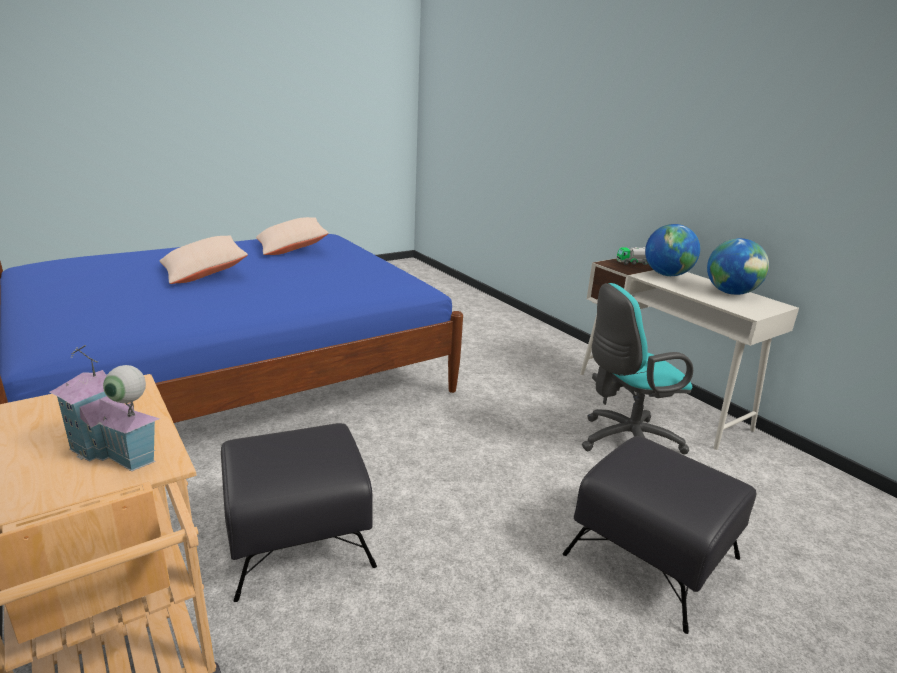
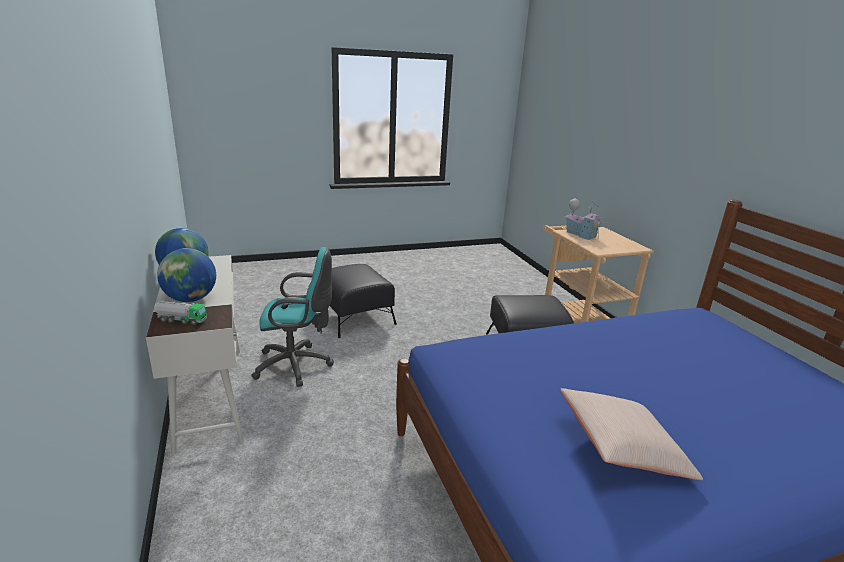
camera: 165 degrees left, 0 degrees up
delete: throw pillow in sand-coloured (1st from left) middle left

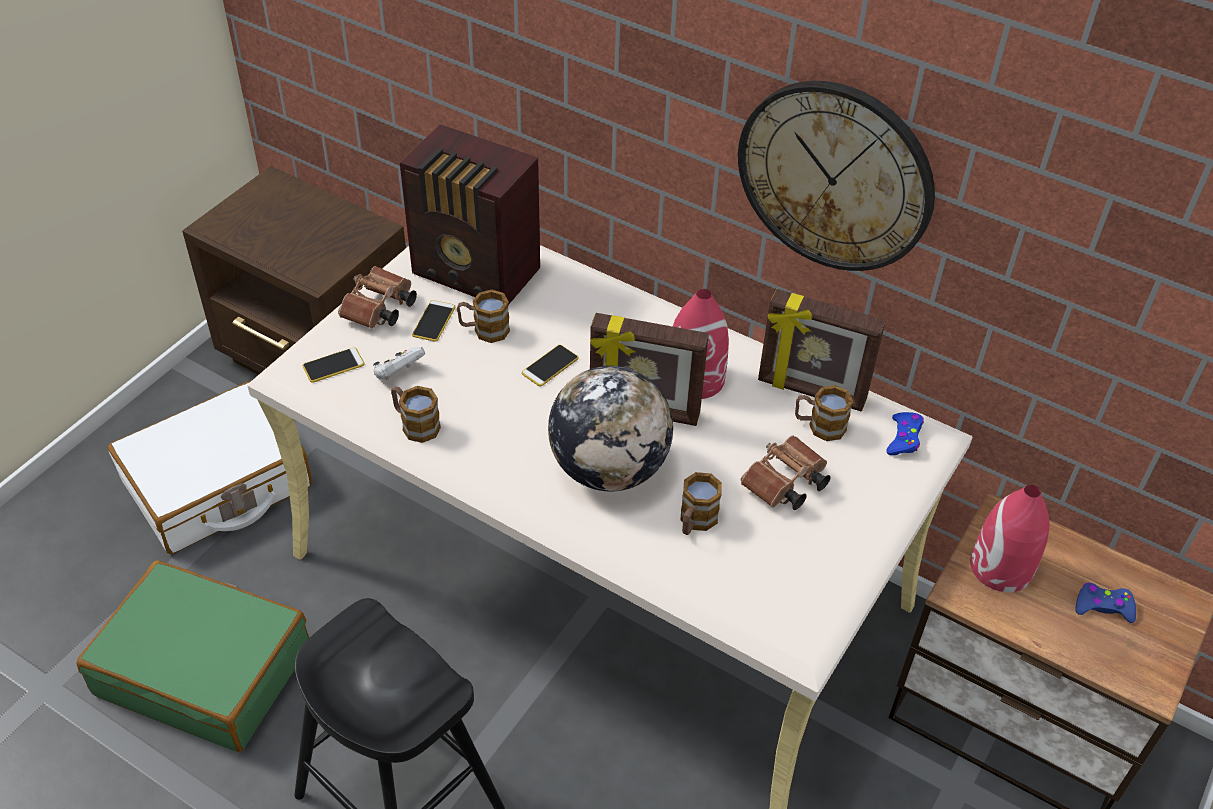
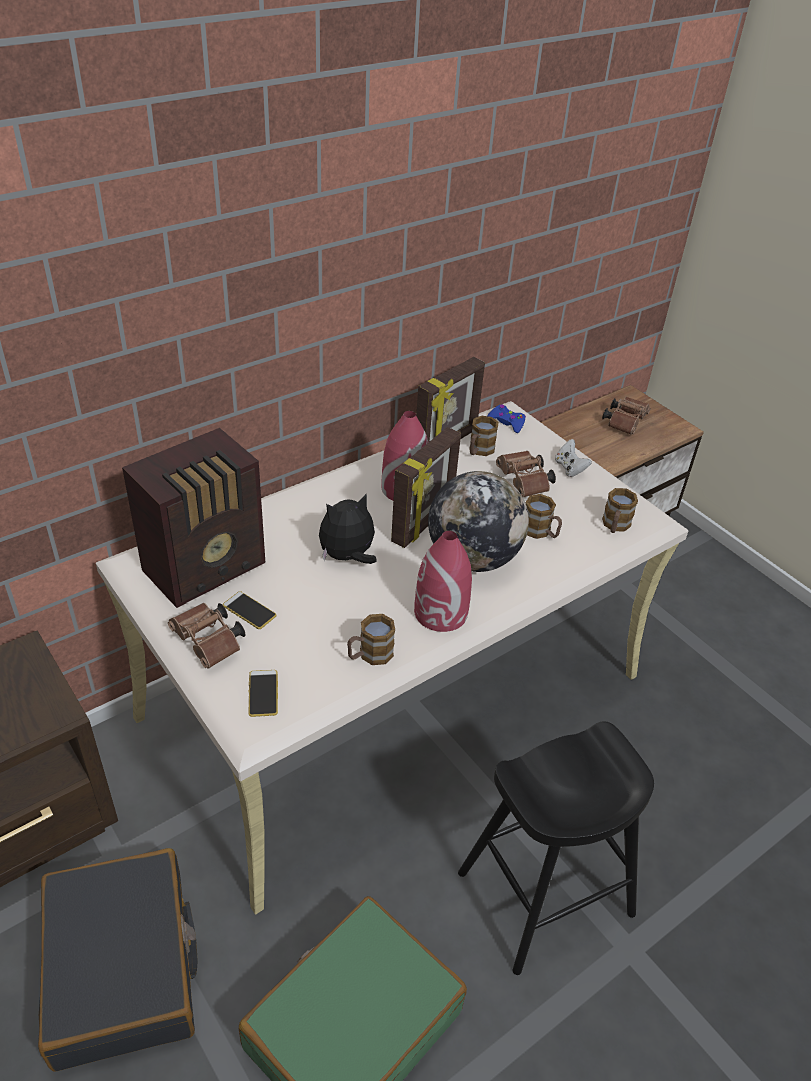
camera: 70 degrees left, 5 degrees down
delete: clock on the wall top right
move: gamepad in whitish middle left to middle right; mug (2nd from left in the first image) centre to mug (4th from left) middle right; vase in red (2nd from left) middle right to centre
replace: telephone (3rd from left) centre to plush toy centre; gamepad in blue (2nd from left) bottom right to pair of binoculars in brown-coloured (3rd from left) middle right
recolor: piece of luggage in whitish middle left to piece of luggage in black-coloured bottom left

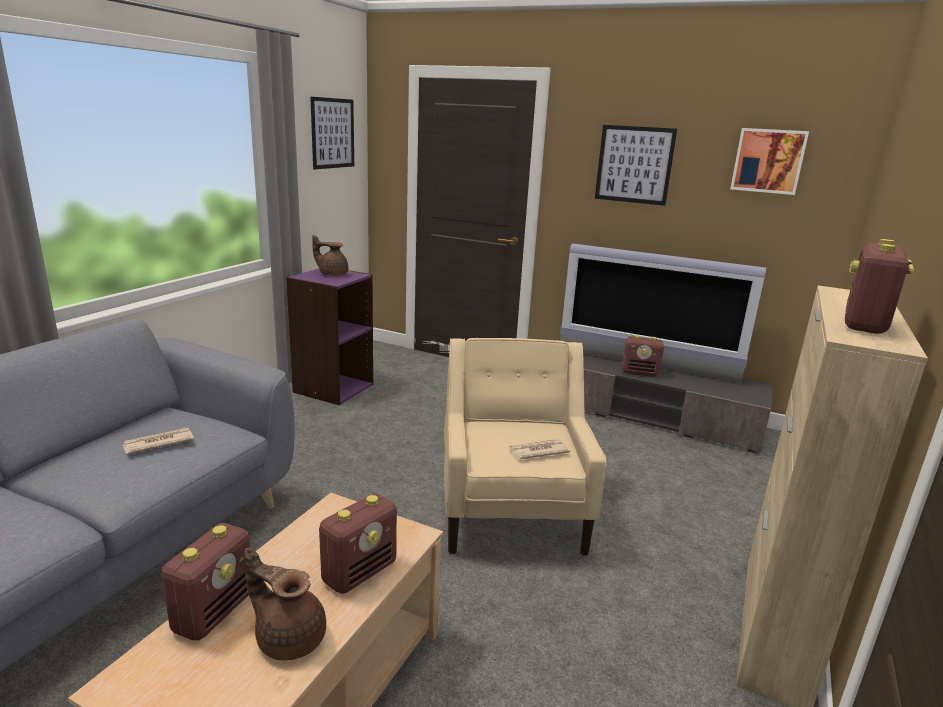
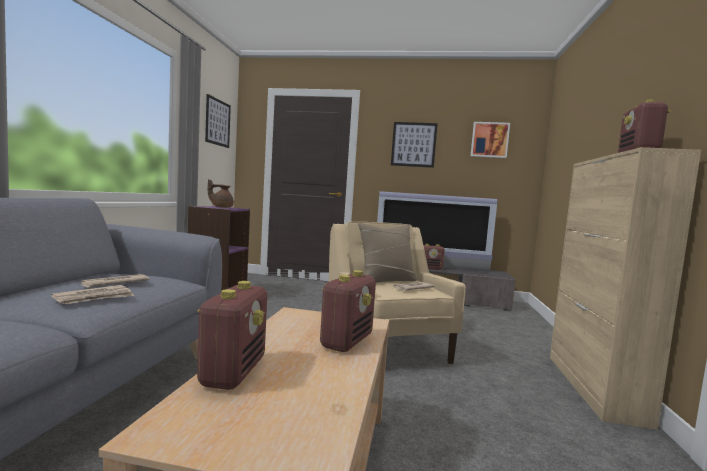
camera: 15 degrees left, 15 degrees down
delete: teapot in brown-coloured (1st from left) bottom left
insert: daily paper (1st from left) middle left; throw pillow in sand-coloured centre

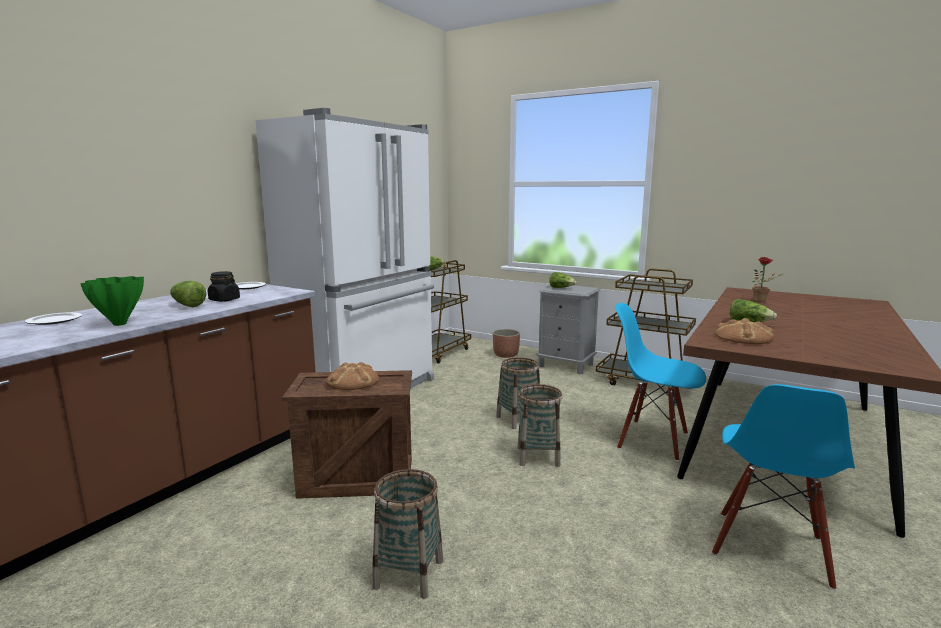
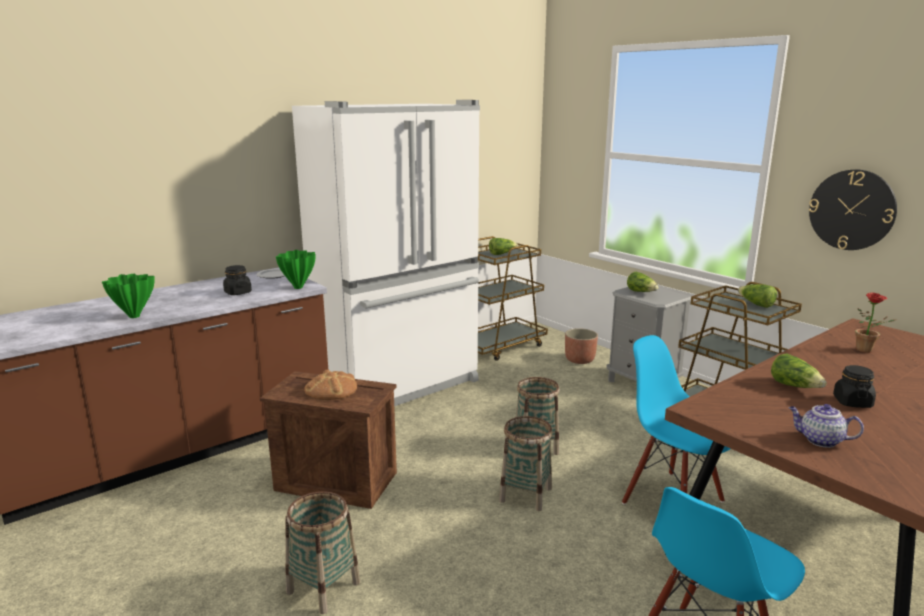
camera: 20 degrees right, 5 degrees up
delete: flat dish (1st from left) middle left; baked bread (2nd from left) middle right
insert: vase in green (2nd from left) middle left; teapot bottom right; clock on the wall middle right; preserve jar in black-coloured (2nd from left) middle right
move: lettuce (1st from left in the first image) middle left to lettuce (3rd from left) middle right

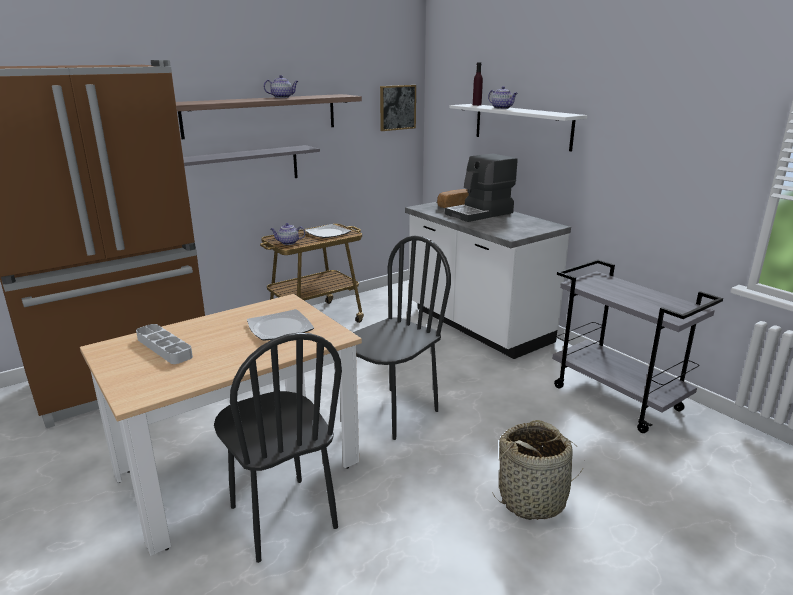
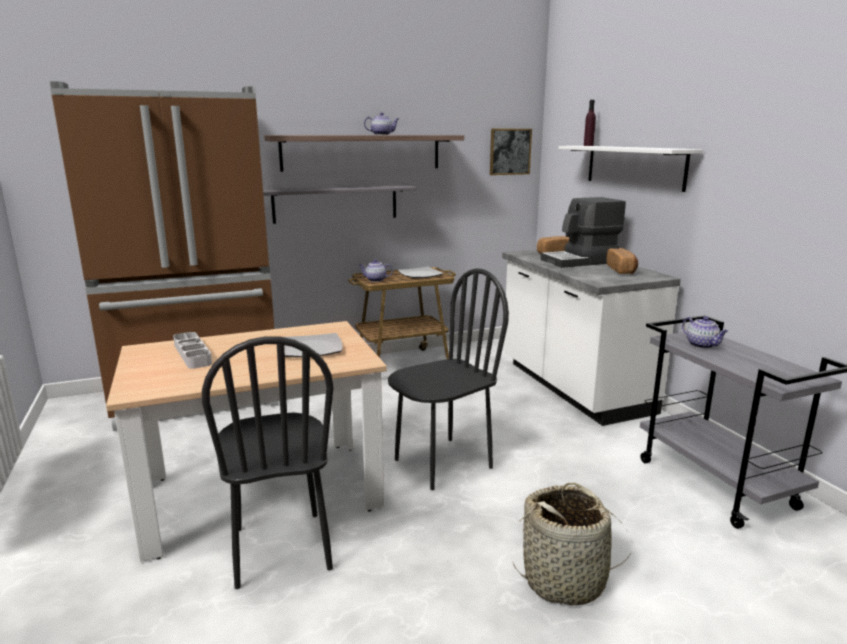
camera: 15 degrees right, 5 degrees down
insert: baked bread (2nd from left) middle right
move: teapot (3rd from left) top centre to middle right

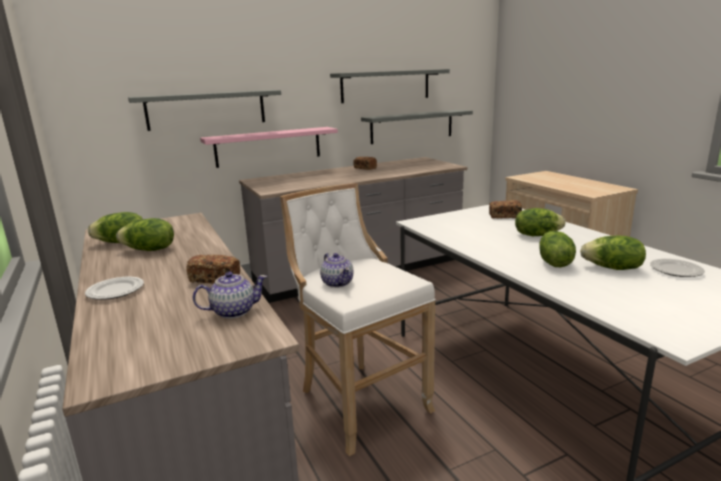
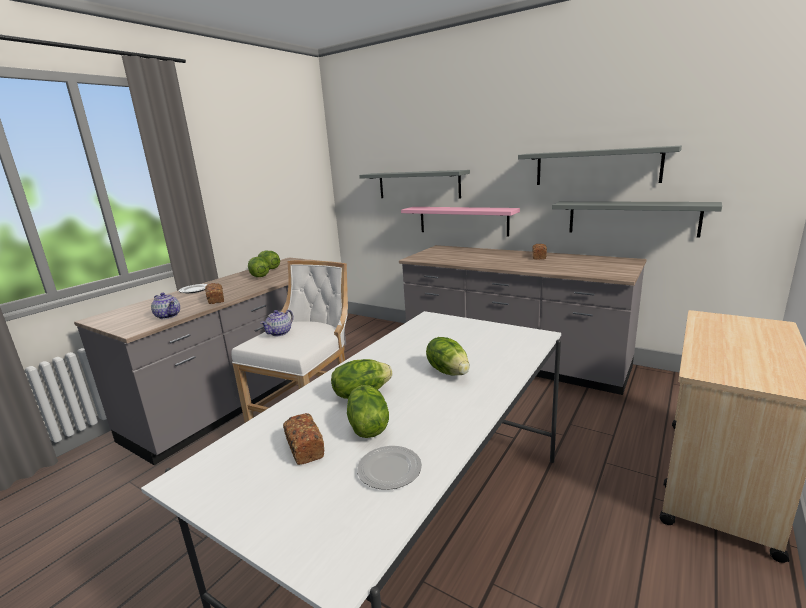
camera: 60 degrees right, 0 degrees up
move: baked bread (3rd from left in the first image) middle right to baked bread (2nd from left) bottom centre

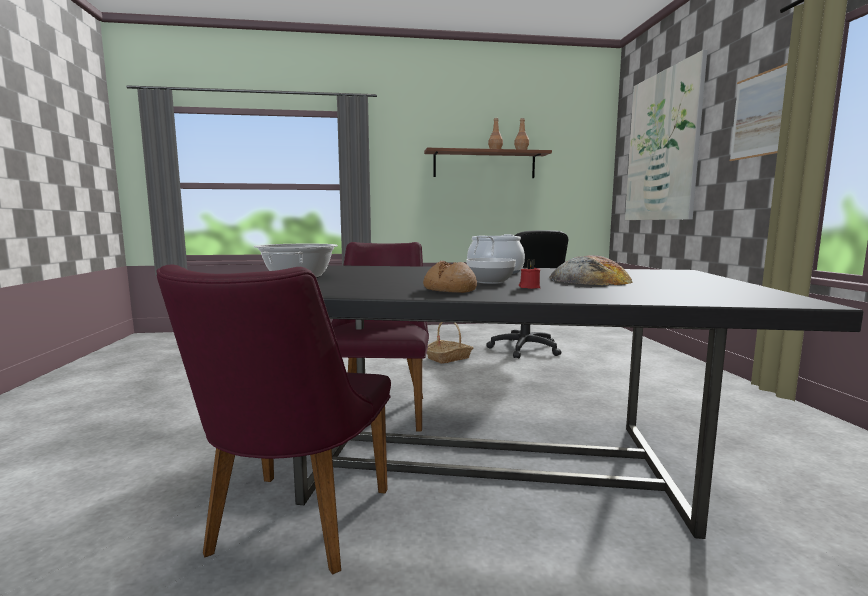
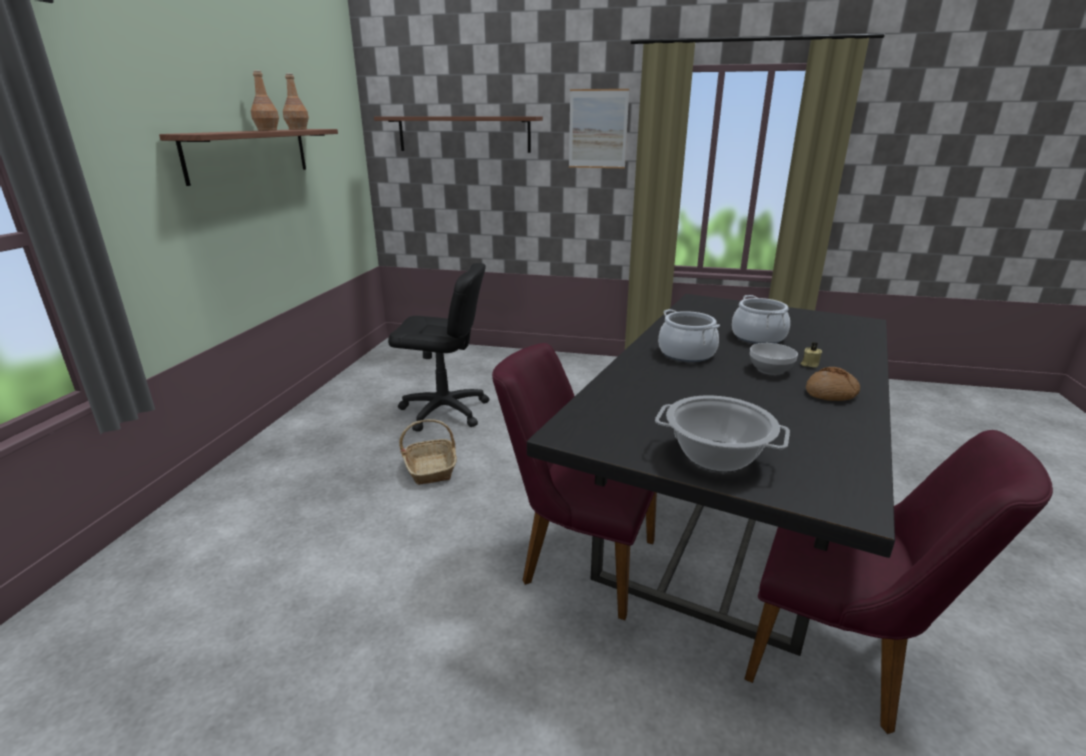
camera: 70 degrees left, 15 degrees up
replace: baked bread (2nd from left) middle right to cooking pot (3rd from left) middle right; picture (1st from left) top right to wall shelf (2nd from left) top centre
recolor: wax light in red centre to wax light in sand-coloured middle right

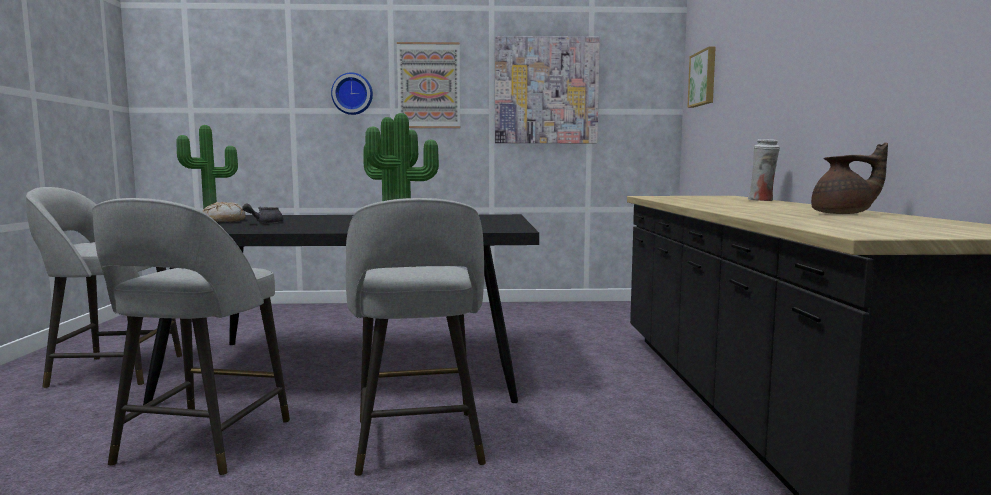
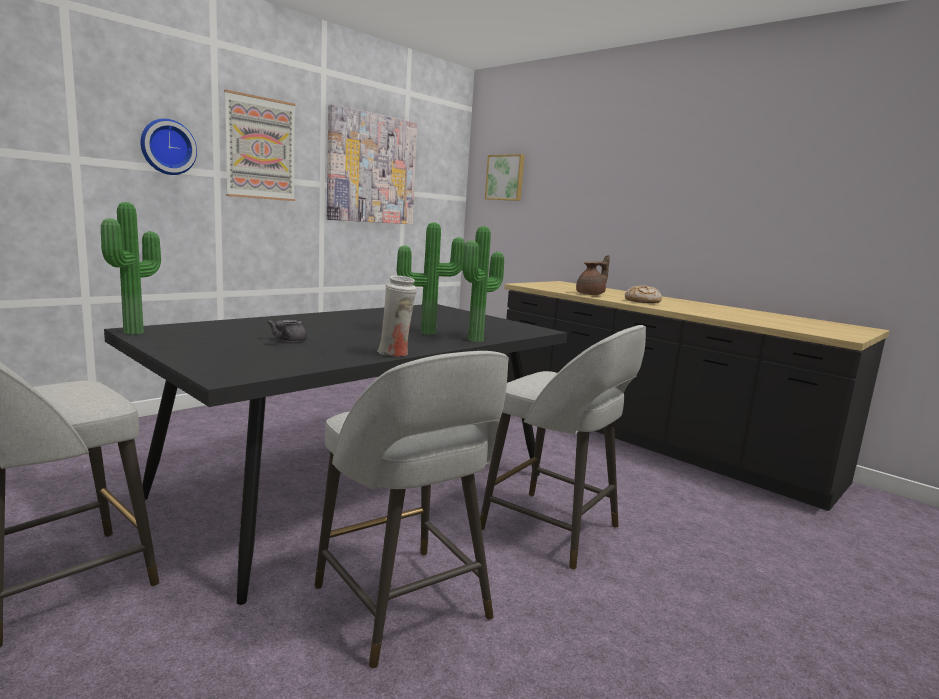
camera: 45 degrees left, 5 degrees up
move: baked bread middle left to middle right; vase in whitish middle right to centre; teapot in brown-coloured middle right to centre

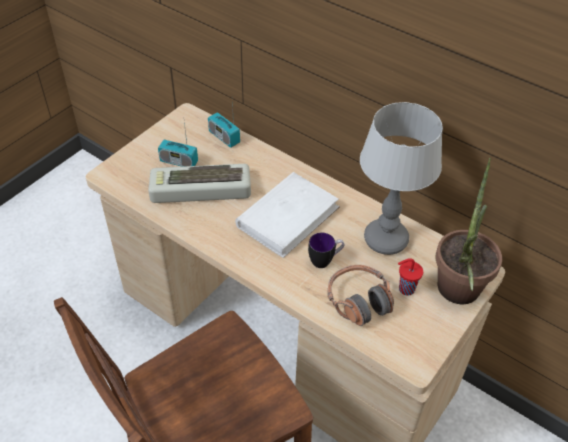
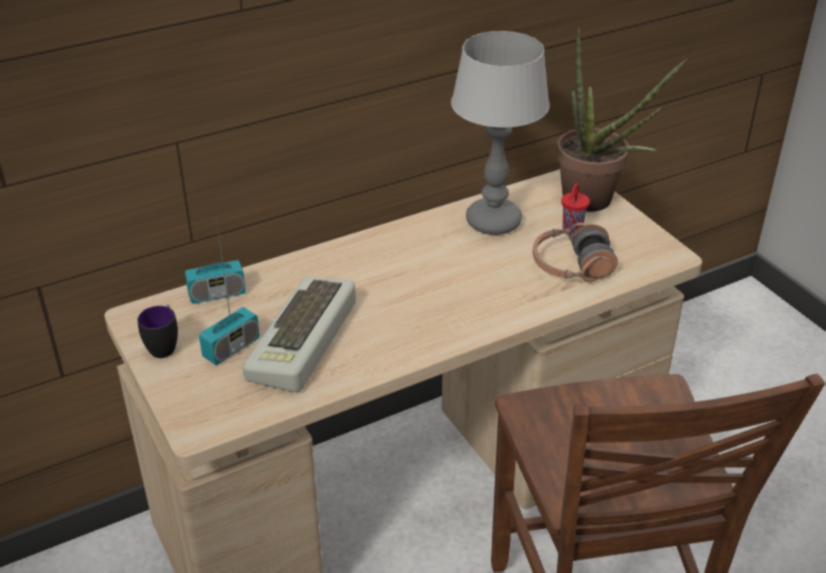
camera: 65 degrees left, 10 degrees down
delete: volume in whitish centre
move: mug centre to middle left

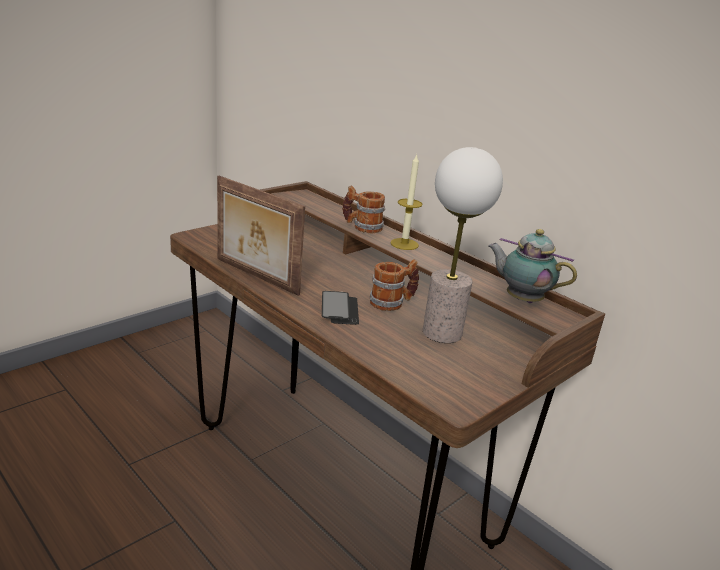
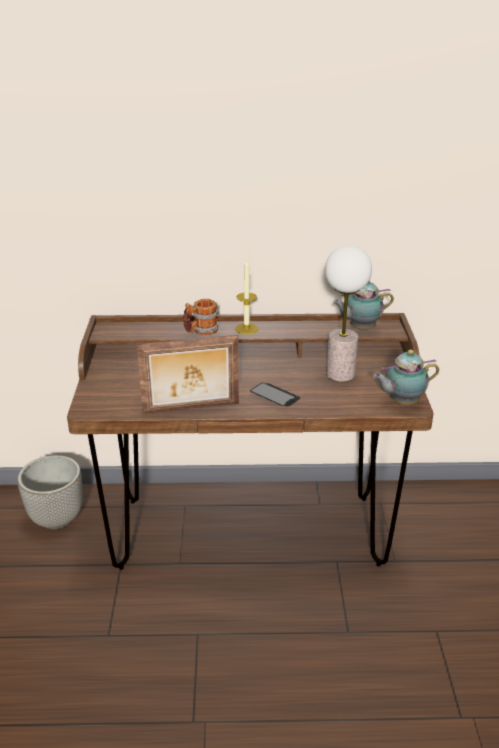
camera: 45 degrees left, 5 degrees up
delete: mug (2nd from left) centre
insert: plant pot middle left; teapot (2nd from left) middle right

